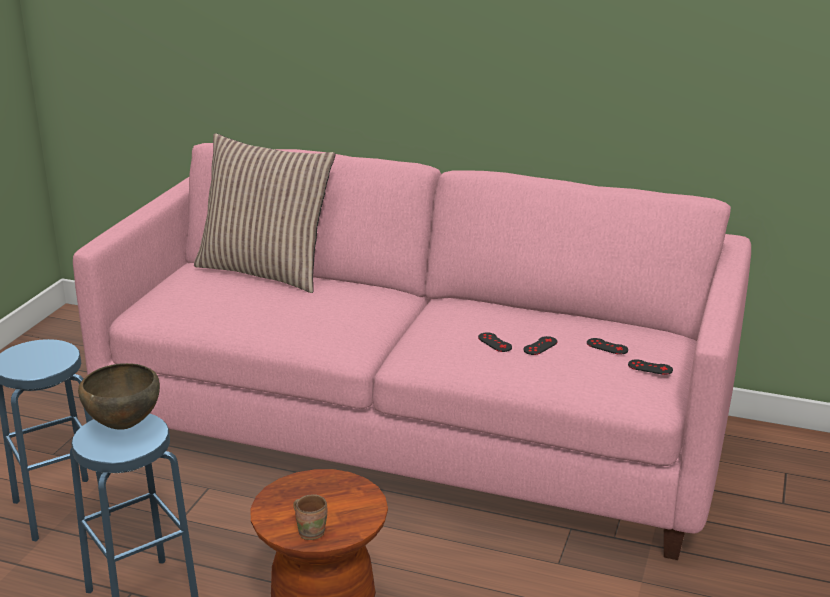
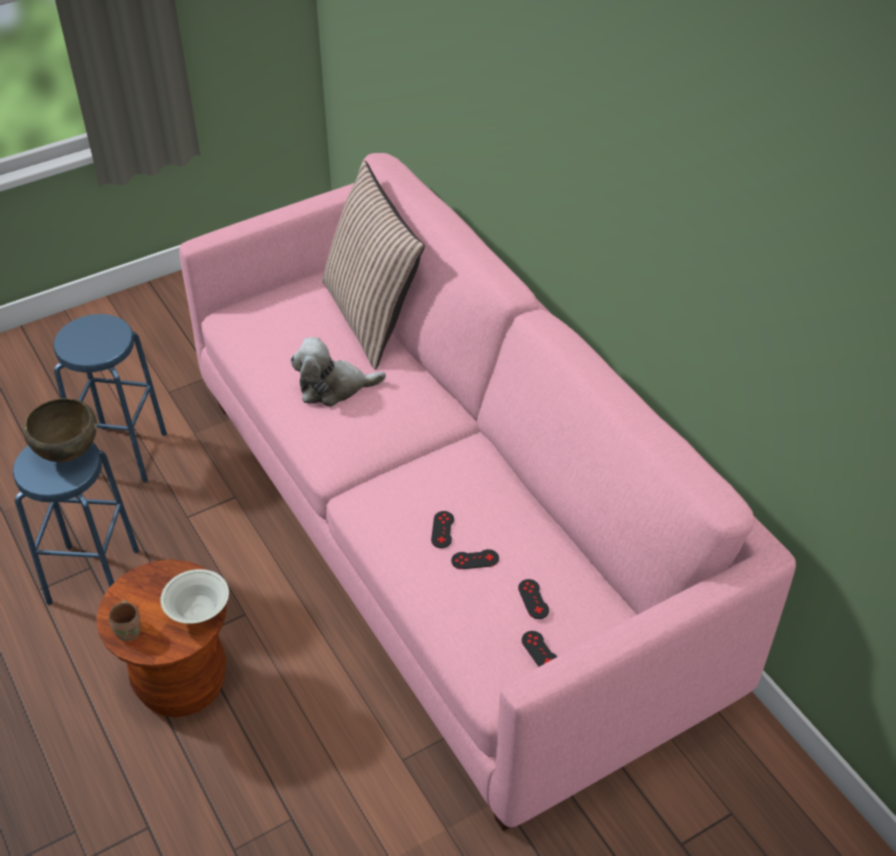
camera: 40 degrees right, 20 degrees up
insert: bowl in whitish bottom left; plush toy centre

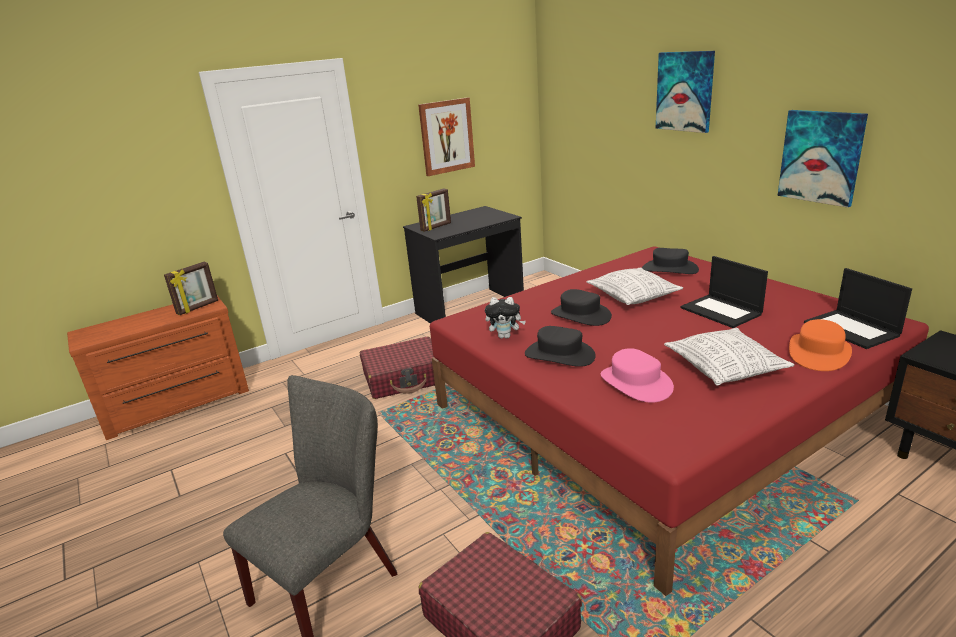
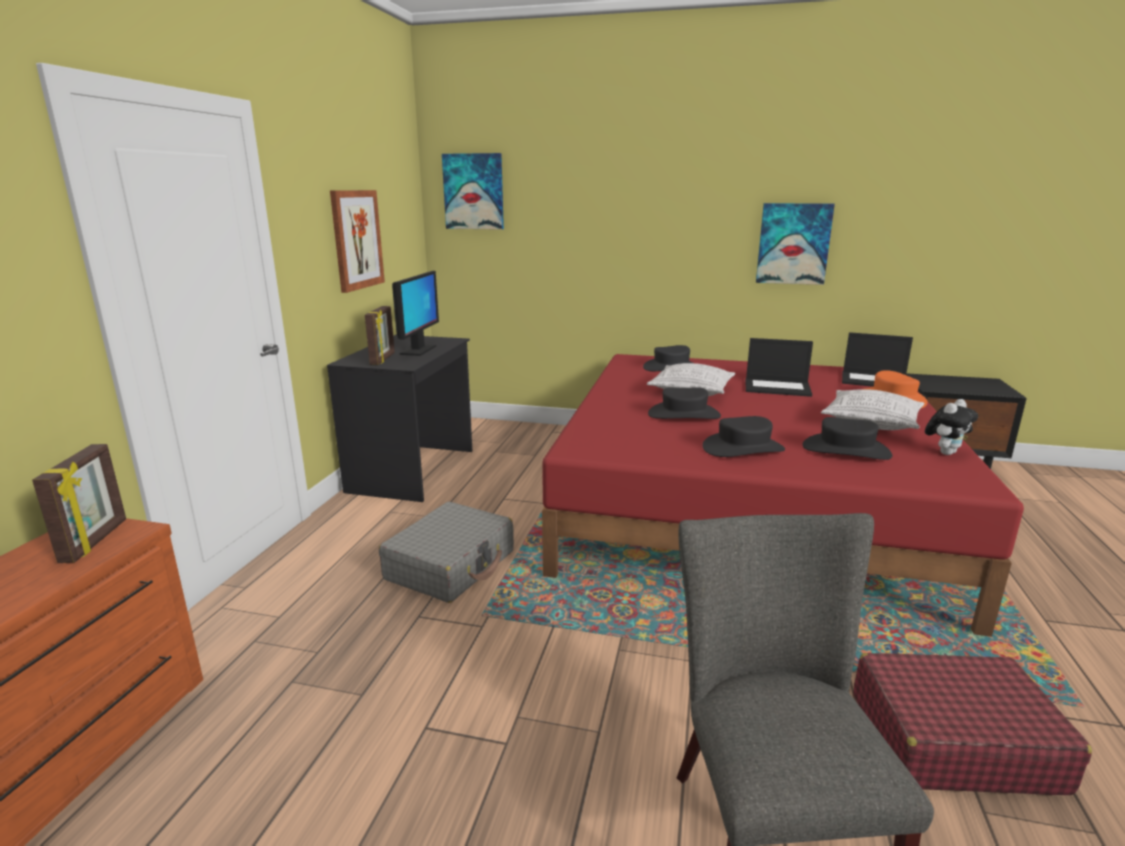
camera: 45 degrees left, 5 degrees down
insert: monitor centre
move: plush toy centre to middle right; picture (2nd from left) top right to top centre
recolor: piece of luggage in red (1st from left) centre to piece of luggage in grey centre; clothing hat in pink-coloured centre to clothing hat in black-coloured (4th from left) middle right

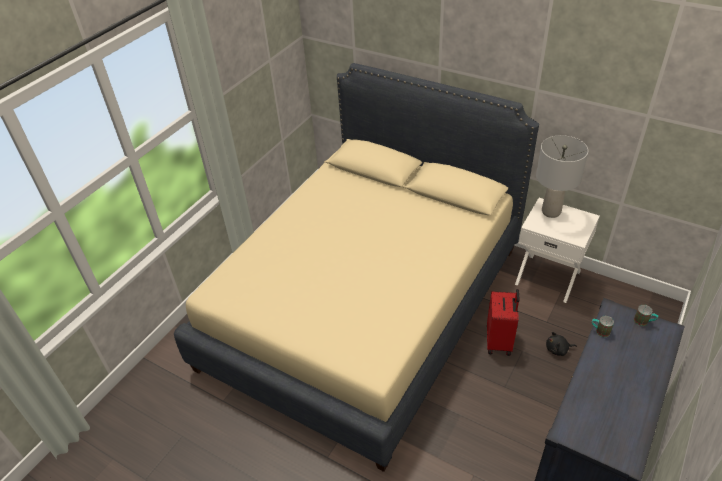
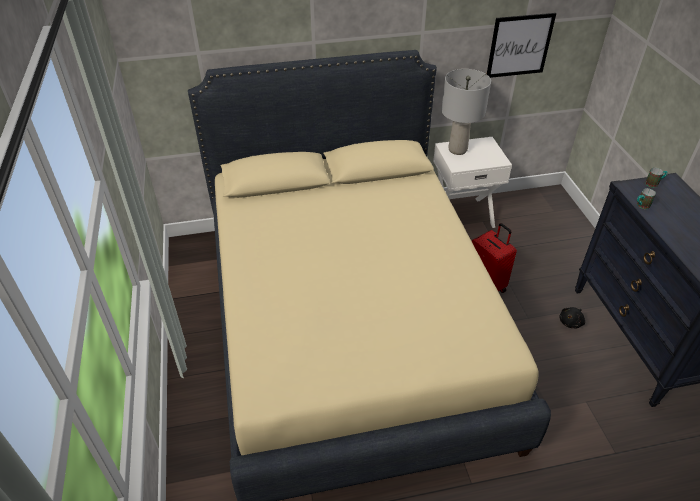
camera: 45 degrees left, 0 degrees up
insert: picture top right
move: plush toy in black-coloured bottom right to middle right

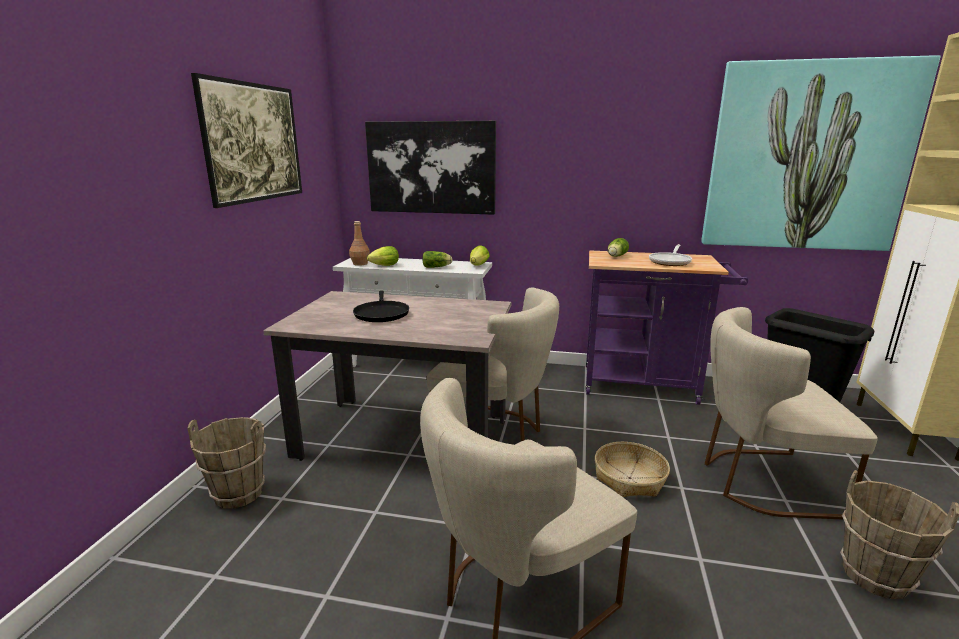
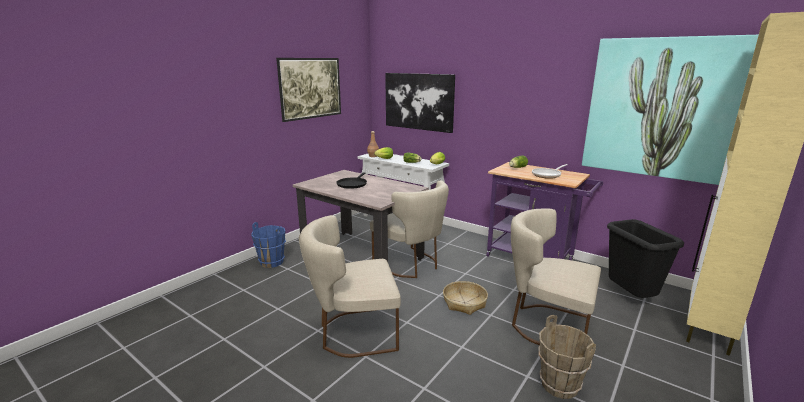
camera: 25 degrees right, 0 degrees up
recolor: water bucket in brown-coloured (1st from left) bottom left to water bucket in blue centre

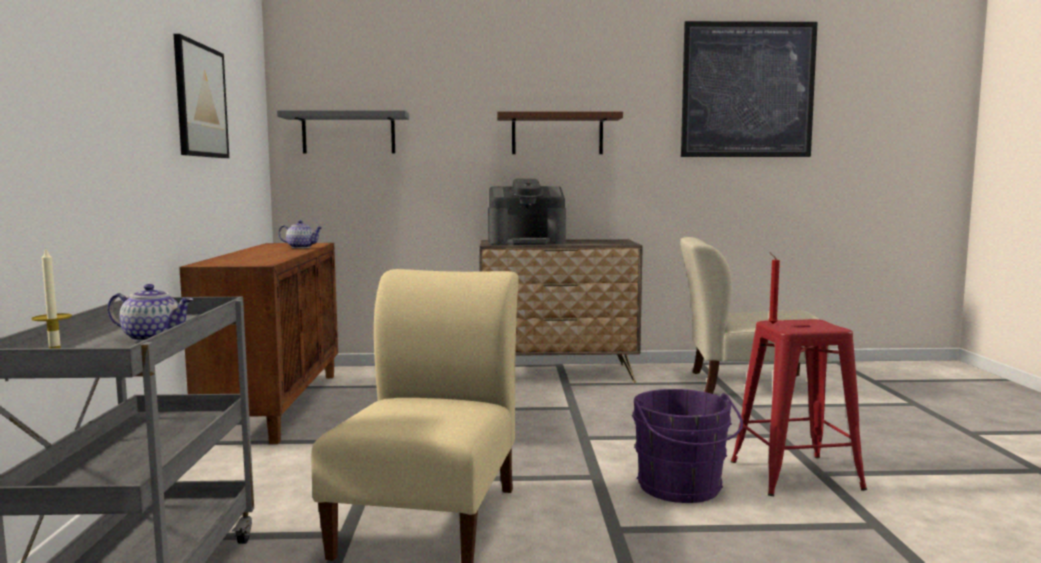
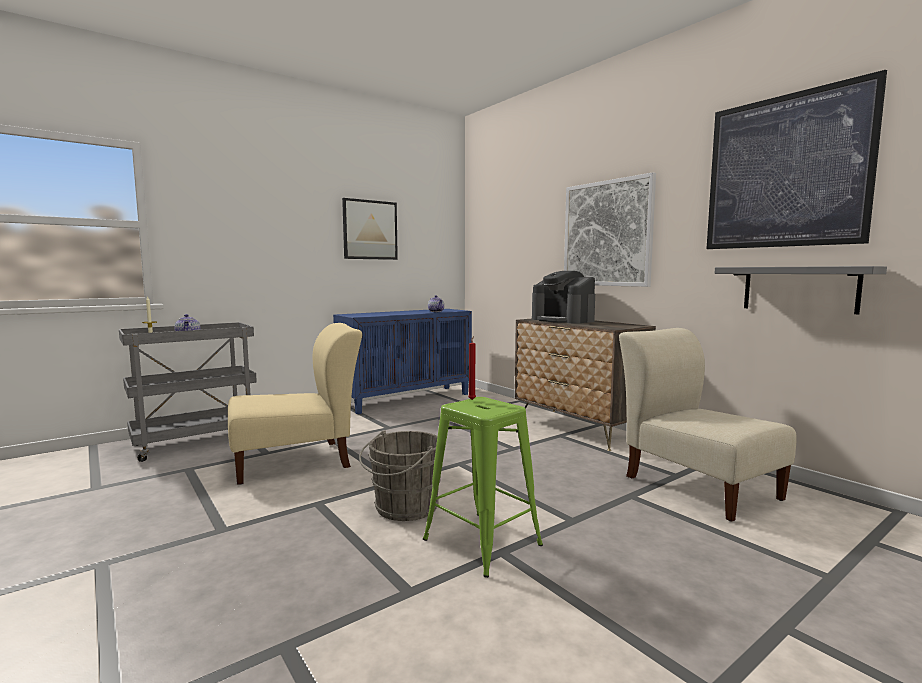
camera: 55 degrees right, 0 degrees up
move: wall shelf in grey top left to middle right
replace: wall shelf in brown-coloured top centre to picture (2nd from left) centre
recolor: cabinet in brown-coloured middle left to cabinet in blue centre; water bucket in purple-coloured bottom centre to water bucket in grey bottom centre; stool seat in red bottom right to stool seat in green bottom centre

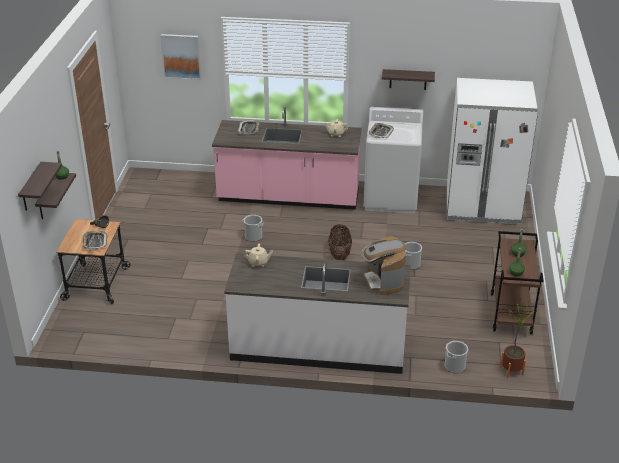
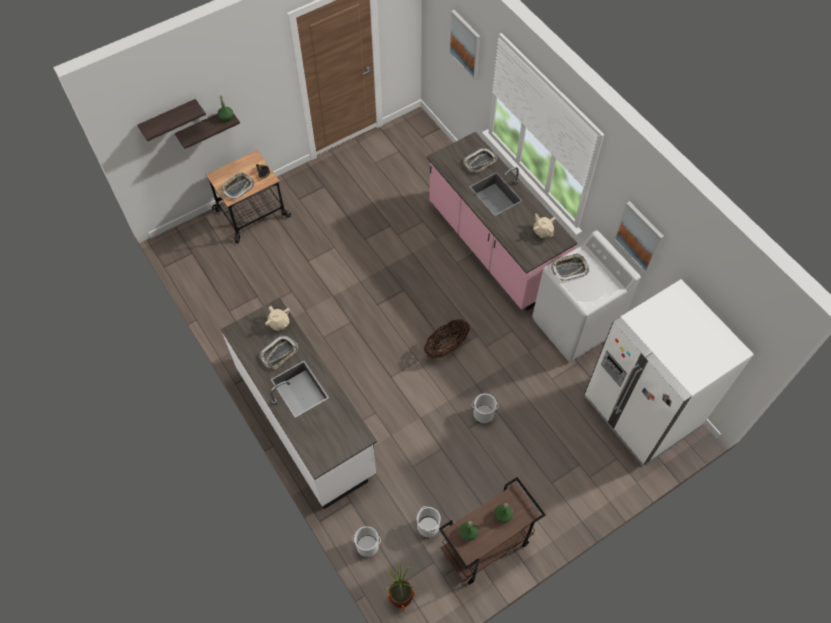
camera: 50 degrees right, 25 degrees up
delete: coffee brewer centre
insert: tray (2nd from left) centre
move: water bucket (1st from left in the first image) centre to water bucket (2nd from left) bottom centre
replace: wall shelf (3rd from left) top centre to picture (2nd from left) middle right

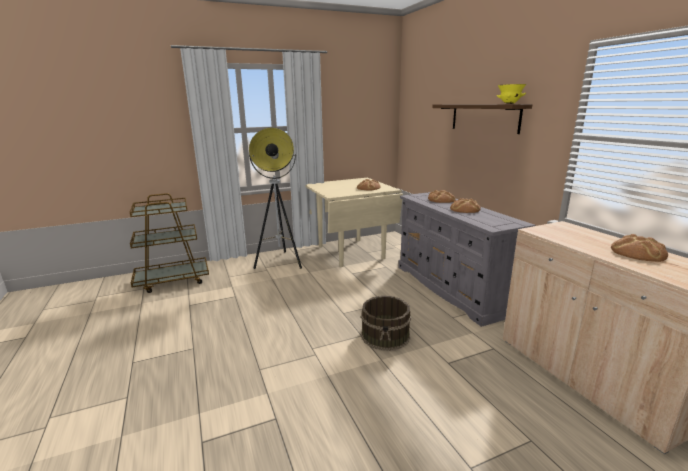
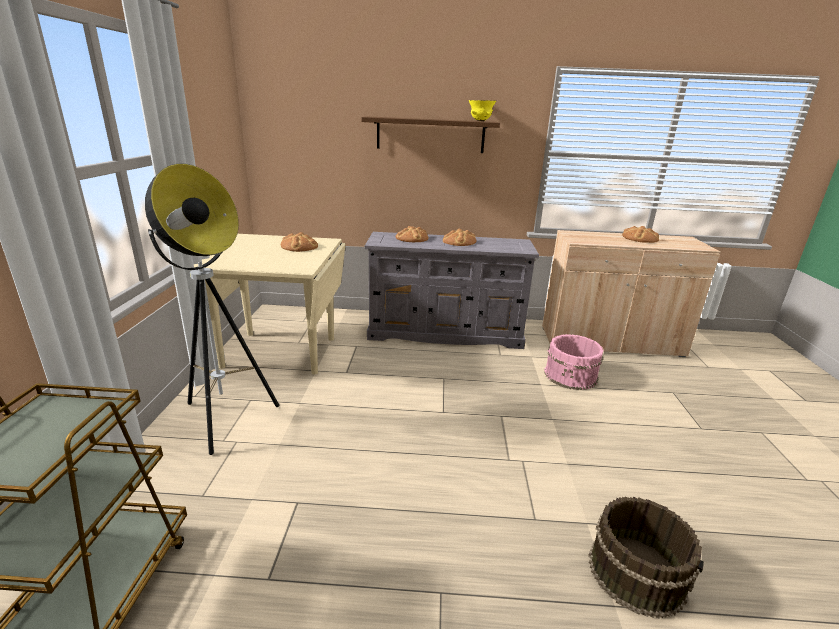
camera: 65 degrees left, 5 degrees up
insert: water bucket in pink-coloured middle right
move: water bucket in brown-coloured bottom centre to bottom right

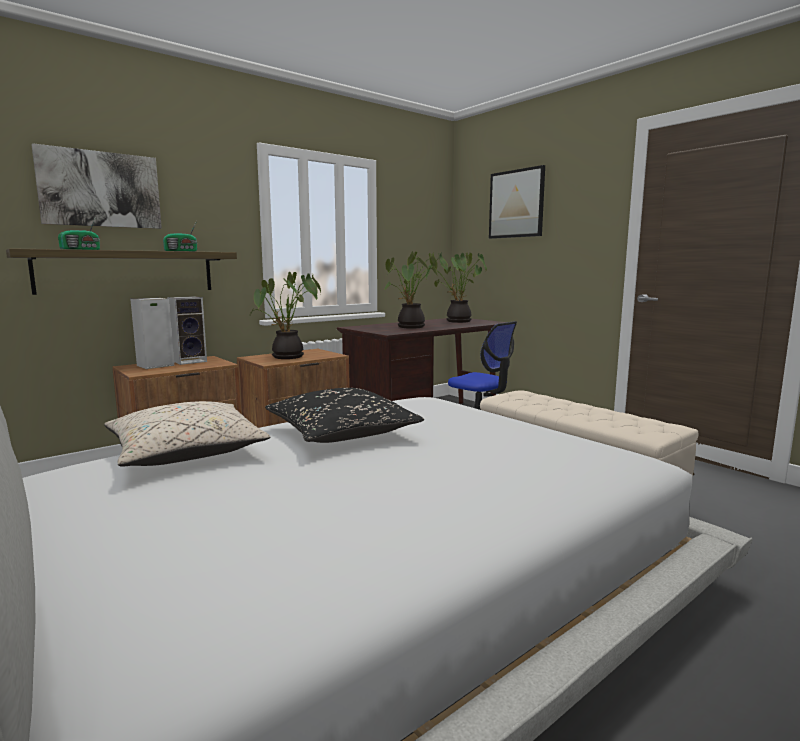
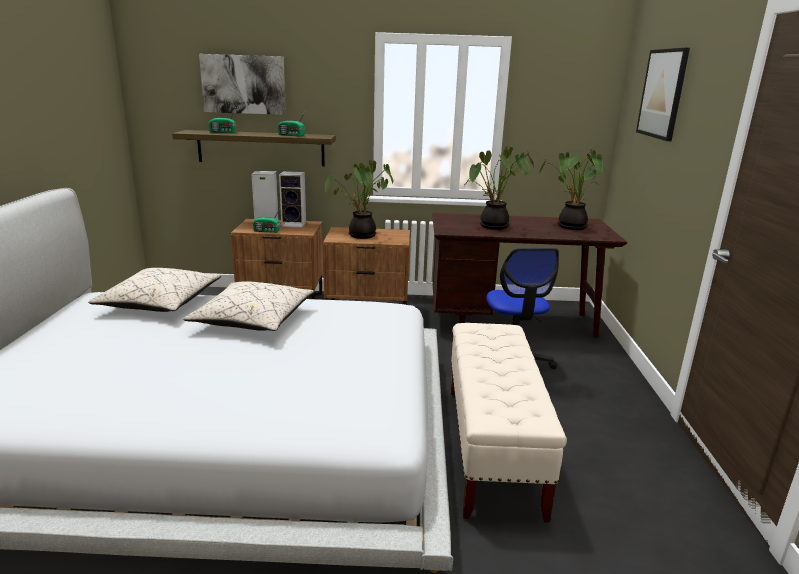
camera: 40 degrees right, 10 degrees up
insert: radio (2nd from left) centre
recolor: throw pillow in black-coloured centre to throw pillow in sand-coloured (2nd from left) middle left

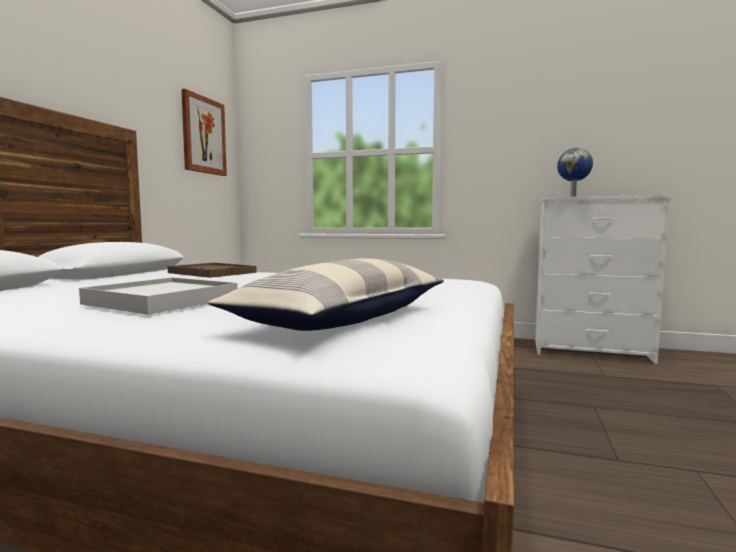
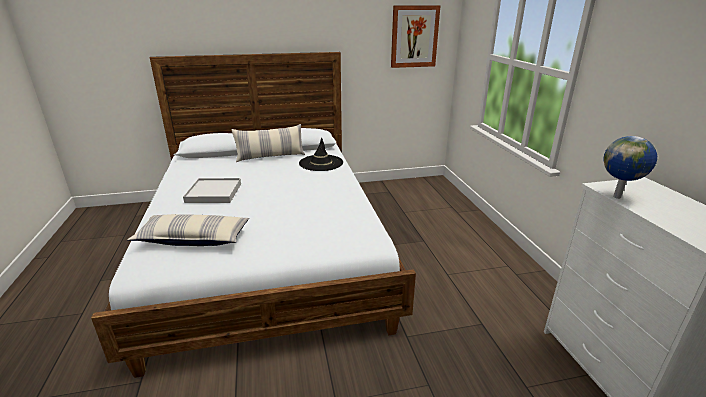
camera: 60 degrees right, 20 degrees up
insert: throw pillow (2nd from left) centre
replace: tray in brown-coloured middle left to clothing hat in black-coloured centre

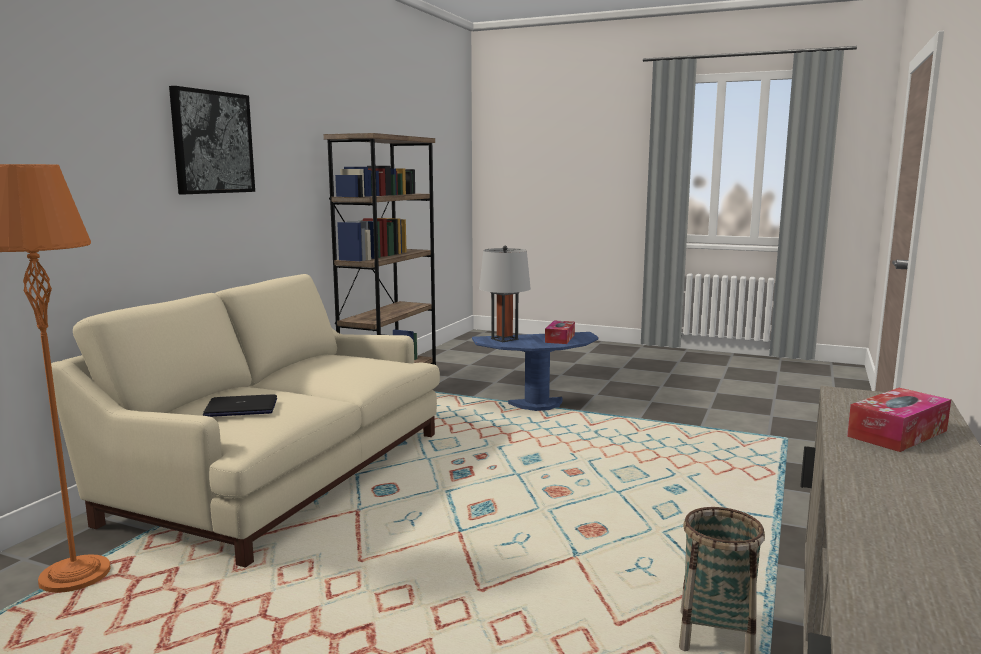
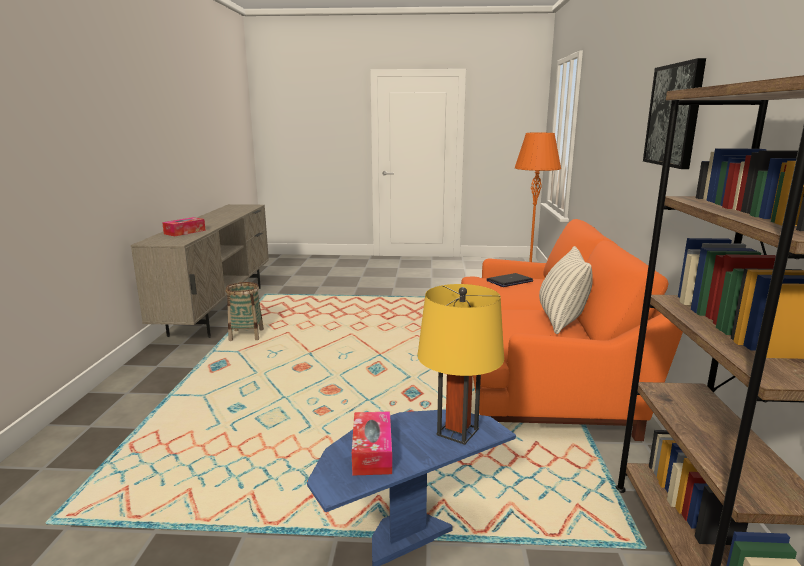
camera: 160 degrees right, 5 degrees up
insert: throw pillow middle right
recolor: sofa in sand-coloured middle left to sofa in orangey middle right; lamp for a table in grey centre to lamp for a table in yellow-coloured centre

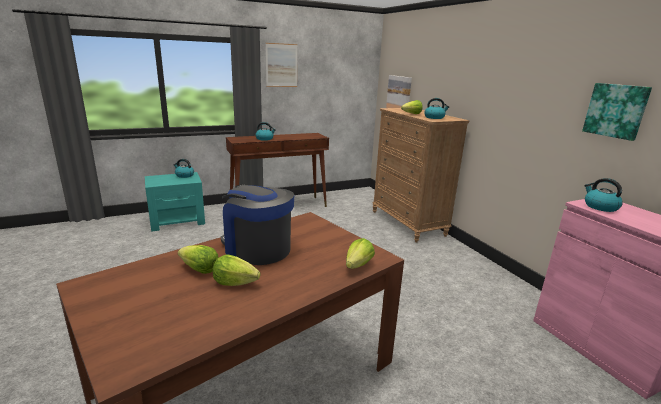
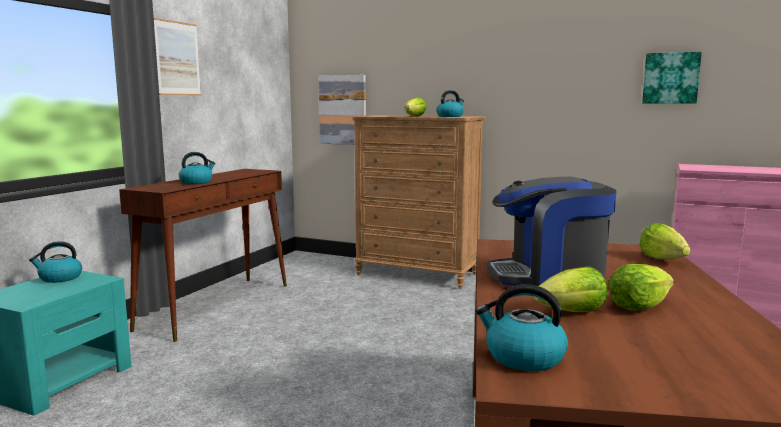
camera: 40 degrees left, 10 degrees down
move: kettle (4th from left) middle right to bottom right

